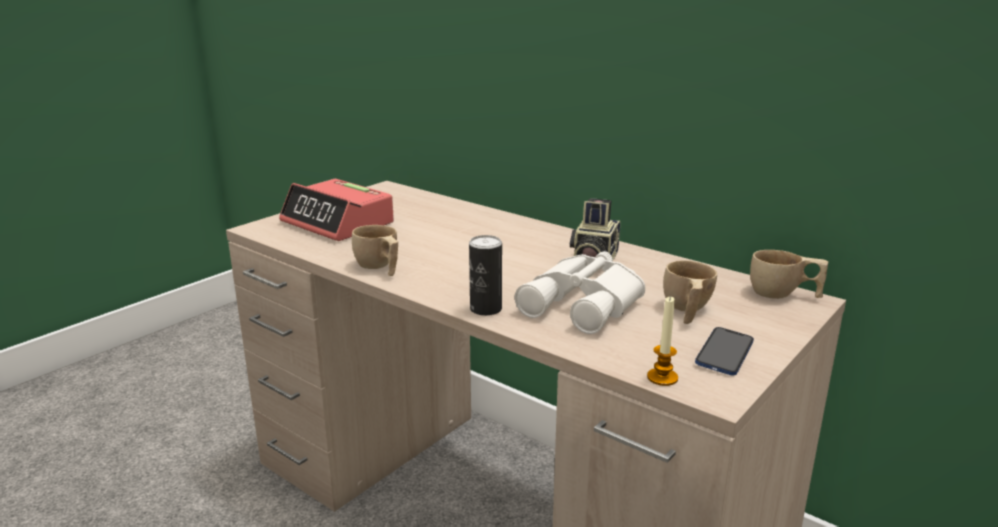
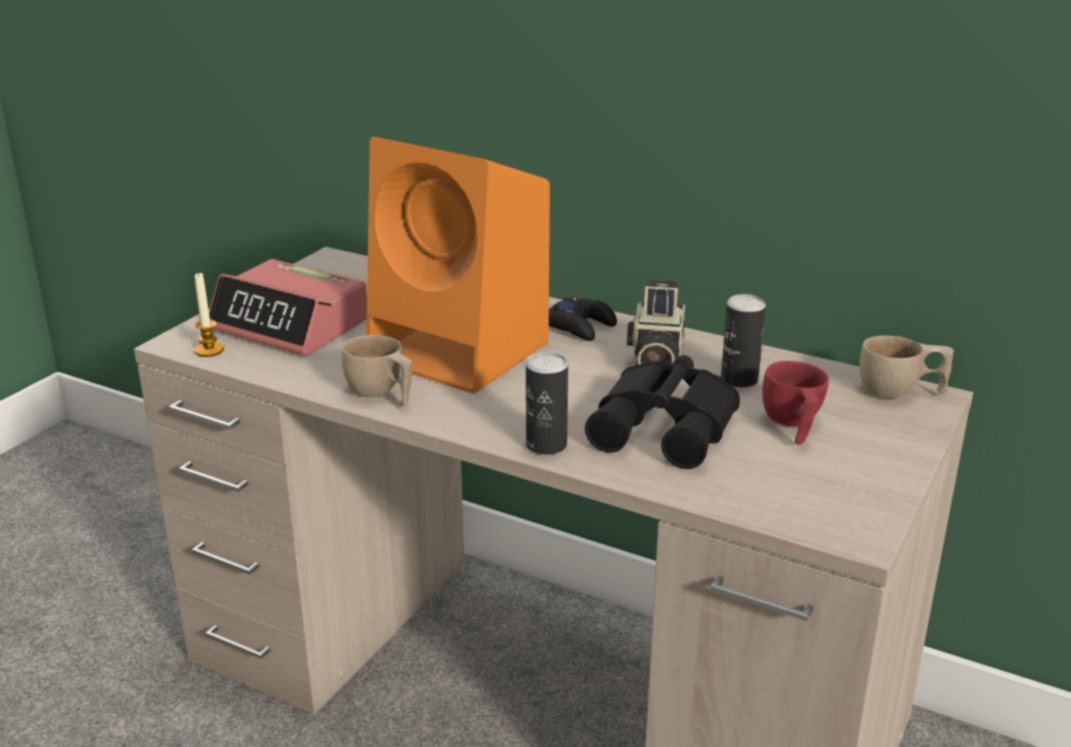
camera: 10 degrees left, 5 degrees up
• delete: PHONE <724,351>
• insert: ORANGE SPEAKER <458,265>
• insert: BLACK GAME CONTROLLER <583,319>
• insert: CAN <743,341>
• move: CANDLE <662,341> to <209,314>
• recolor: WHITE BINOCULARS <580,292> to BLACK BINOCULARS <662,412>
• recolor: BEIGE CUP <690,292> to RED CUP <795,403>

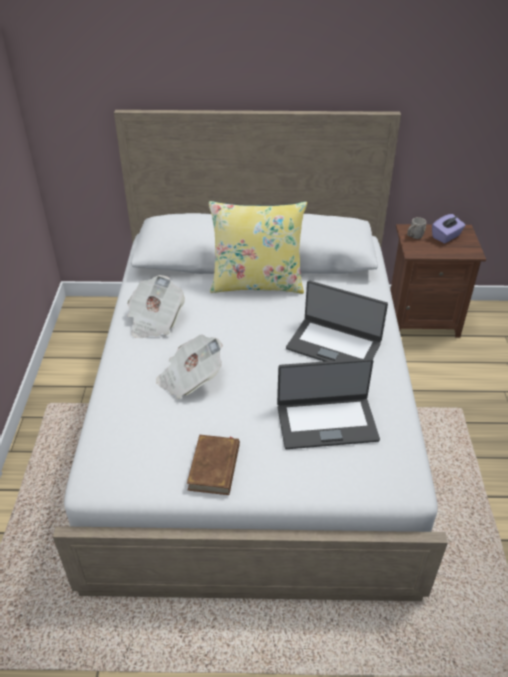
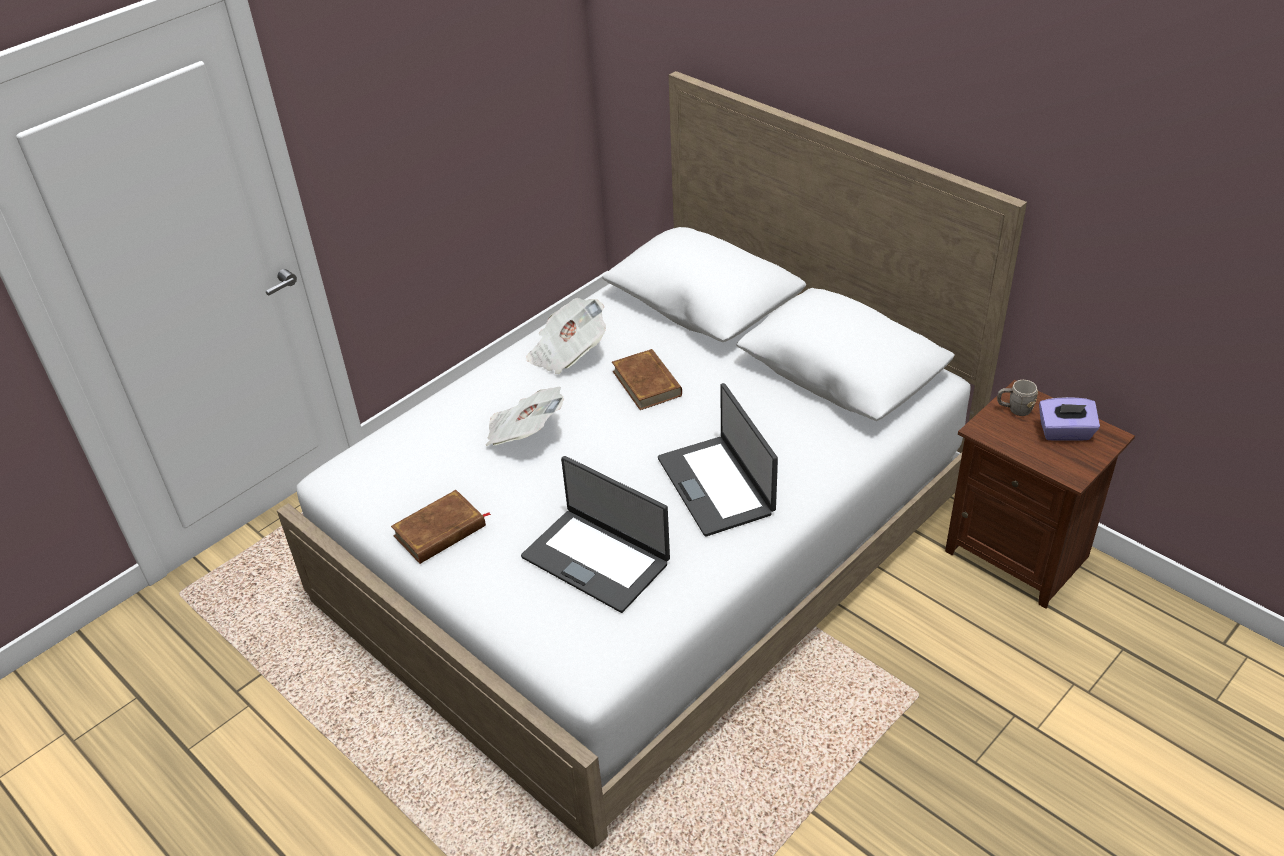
camera: 45 degrees right, 0 degrees up
• delete: YELLOW PILLOW <258,247>
• insert: BROWN BOOK <647,379>

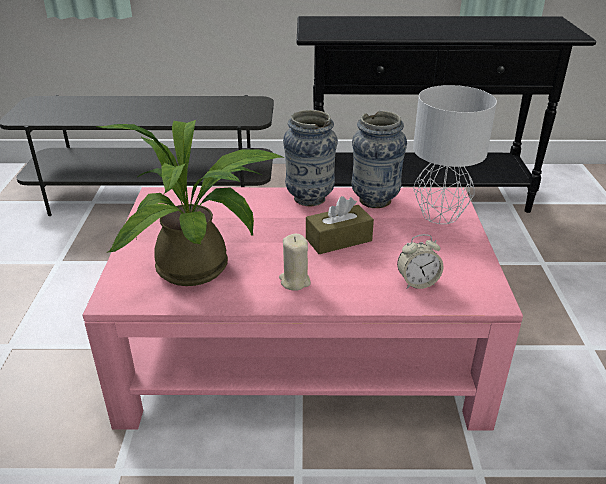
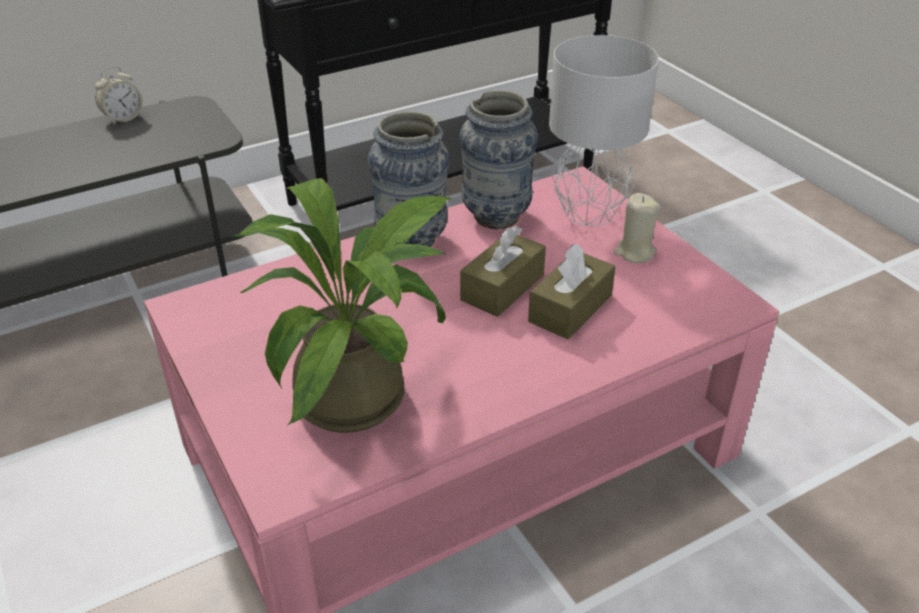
camera: 30 degrees left, 5 degrees up
• insert: BROWN TISSUE BOX <572,291>
• move: BEIGE CANDLE <295,262> to <637,228>
• move: ALARM CLOCK <420,261> to <118,95>

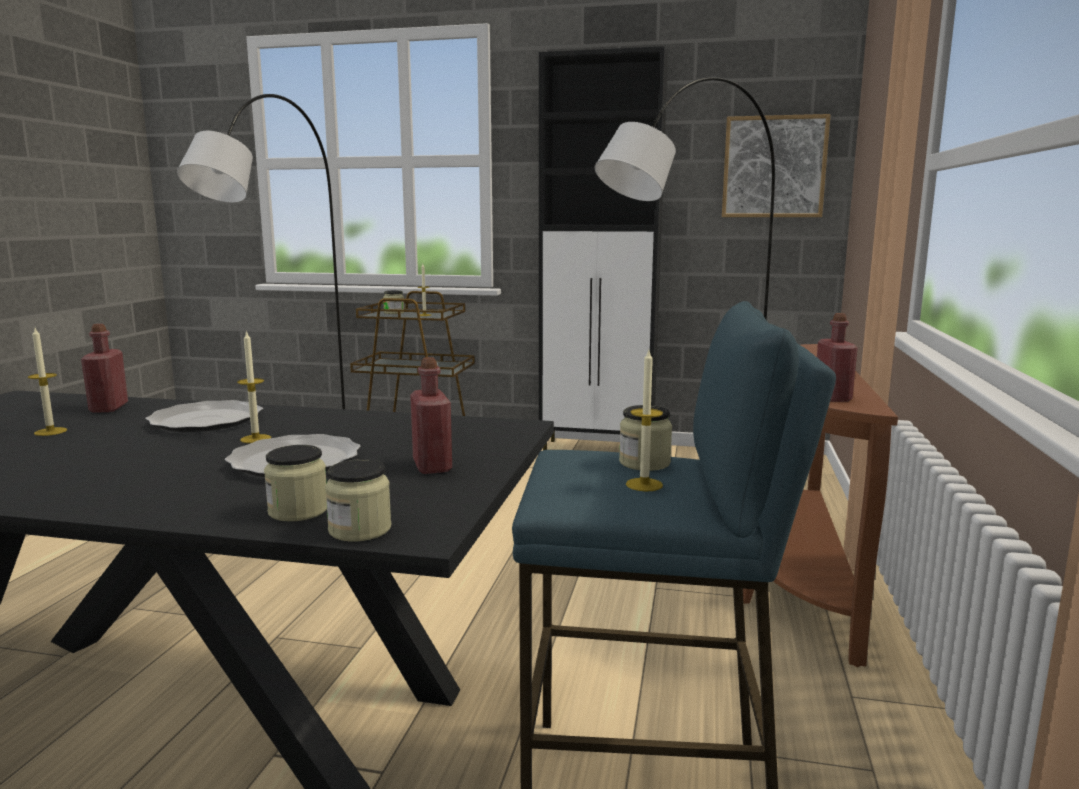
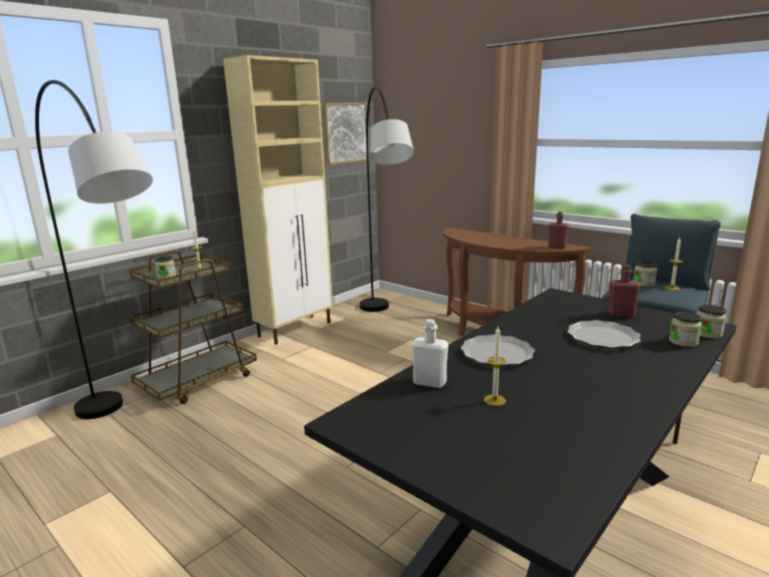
camera: 60 degrees left, 5 degrees up
• delete: CANDLE <254,386>
• recolor: RED BOTTLE <104,368> to WHITE BOTTLE <430,353>
• recolor: BLACK CABINET <603,248> to BEIGE CABINET <278,199>

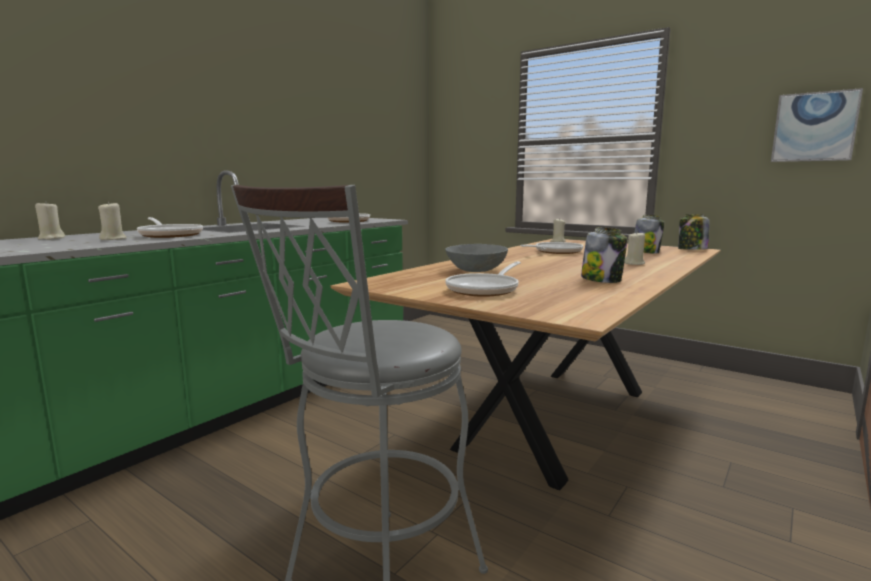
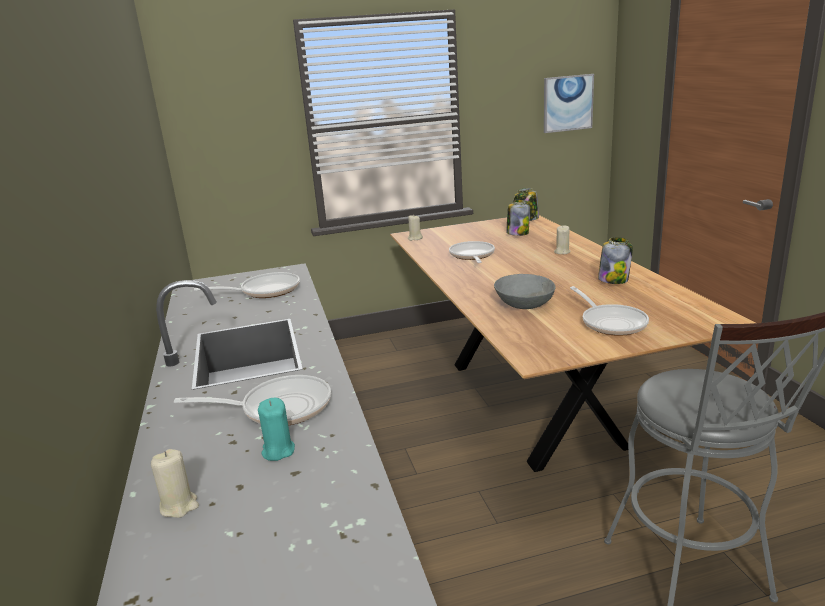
camera: 50 degrees left, 10 degrees up
• recolor: BEIGE CANDLE <112,220> to TURQUOISE CANDLE <276,429>

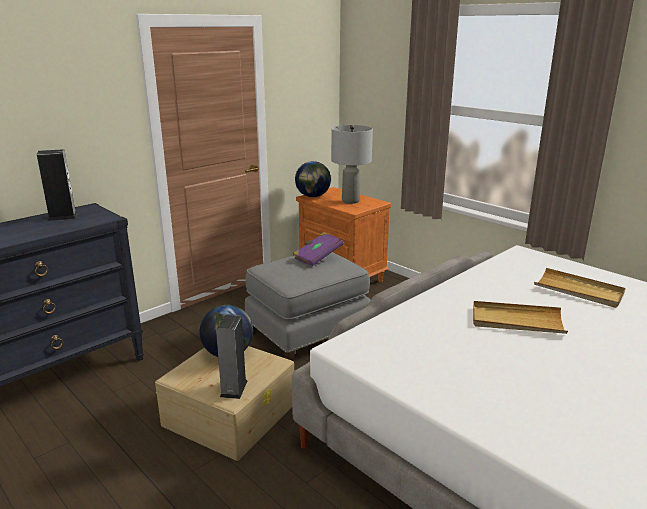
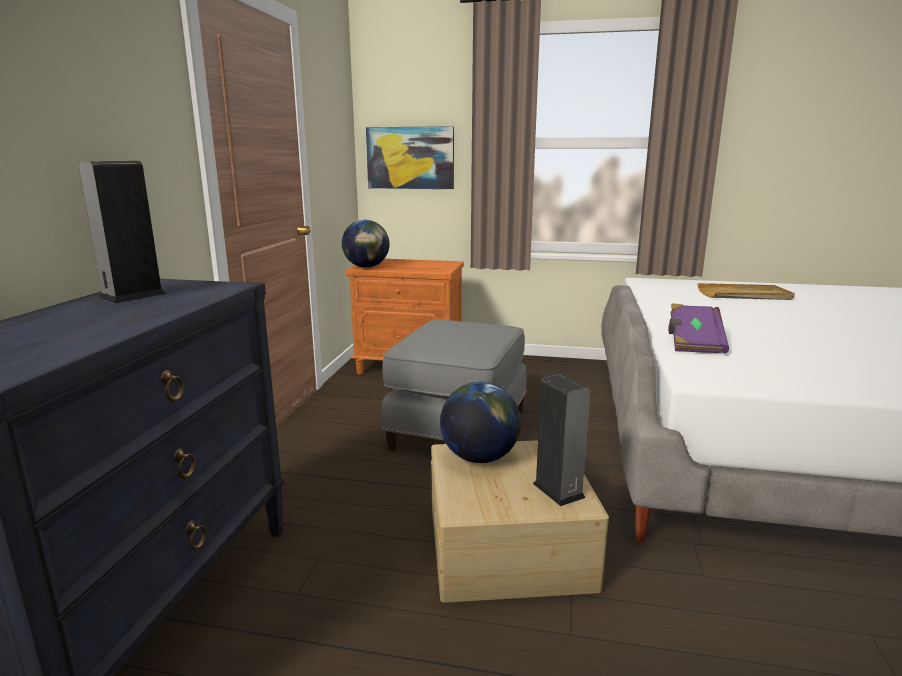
camera: 35 degrees left, 5 degrees down
• delete: GREY TABLE LAMP <352,164>
• delete: BEIGE TRAY <520,317>
• insert: PICTURE <410,157>
• move: PURPLE BOOK <318,249> to <698,328>

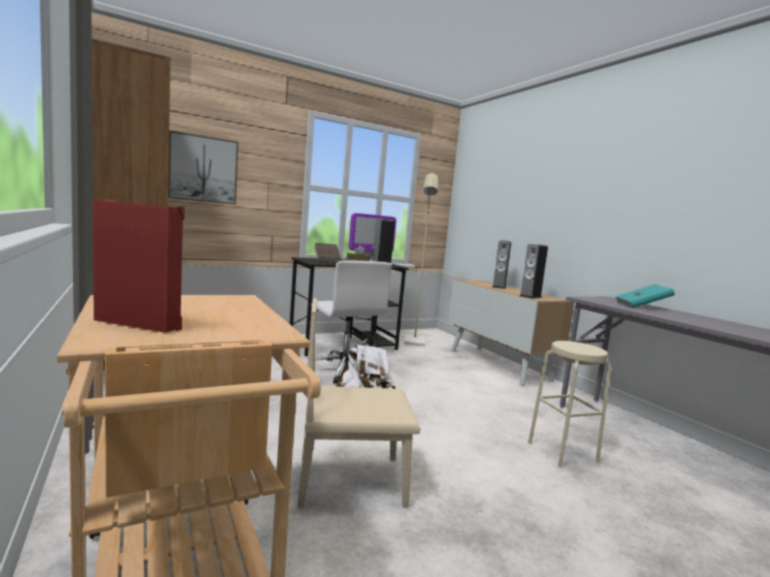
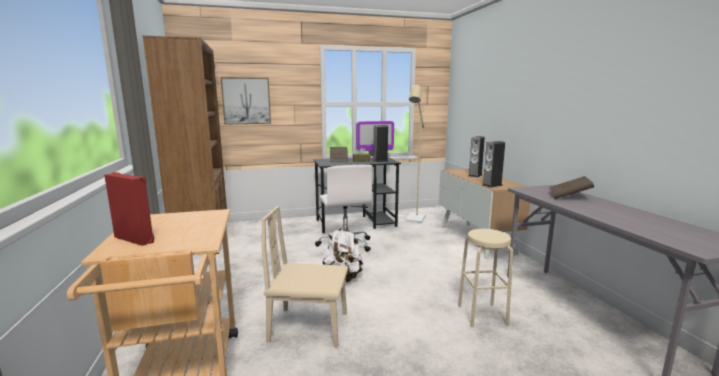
camera: 15 degrees right, 5 degrees up
• recolor: TURQUOISE BOOK <645,296> to BROWN BOOK <571,187>

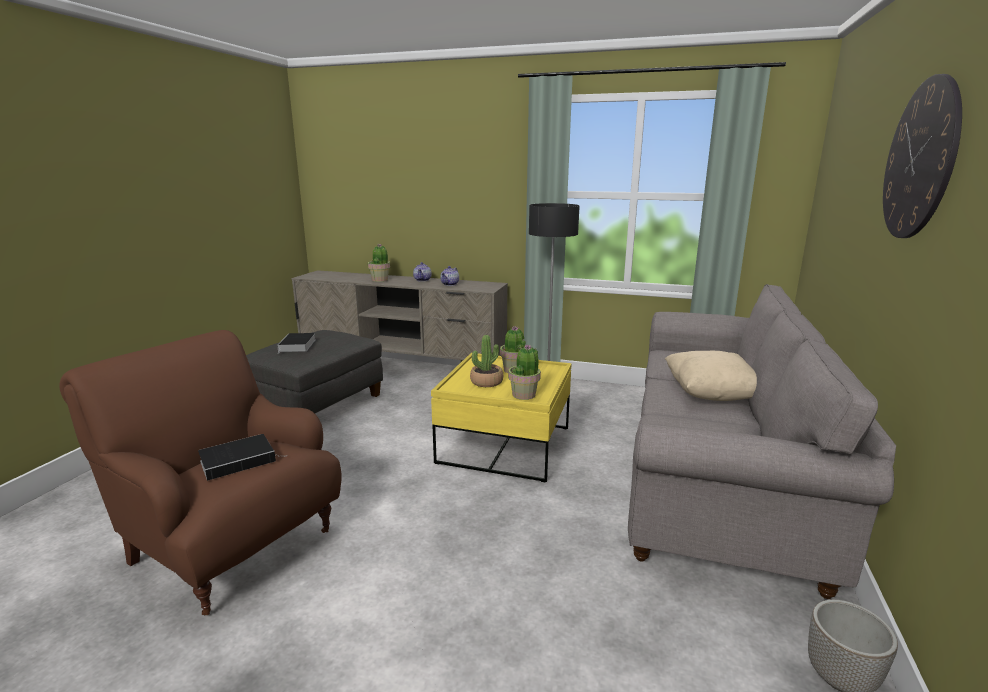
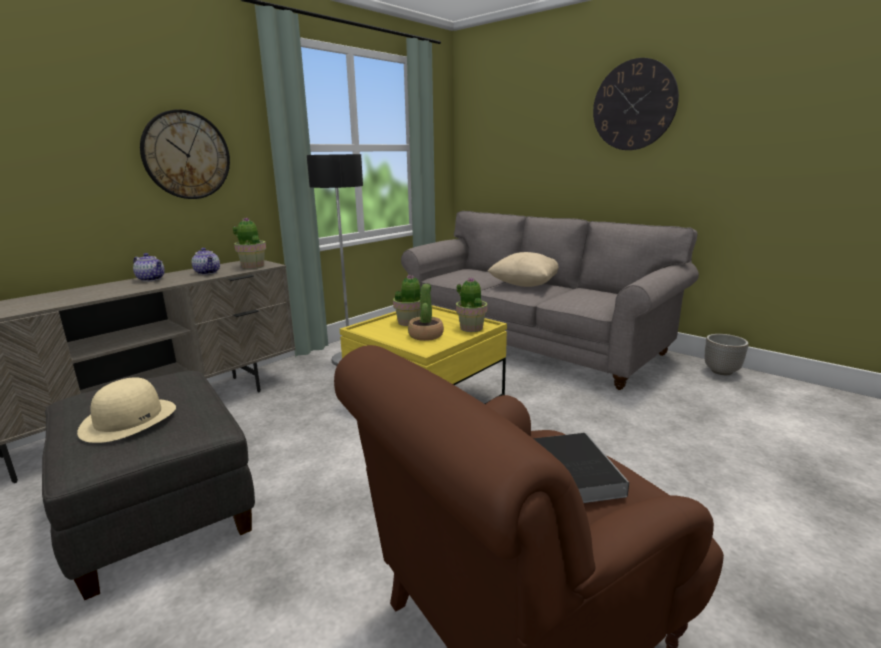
camera: 65 degrees left, 0 degrees up
• insert: WALL CLOCK <185,154>
• move: POTTED PLANT <379,263> to <249,243>
• replace: BOOK <296,342> to BEIGE HAT <126,410>

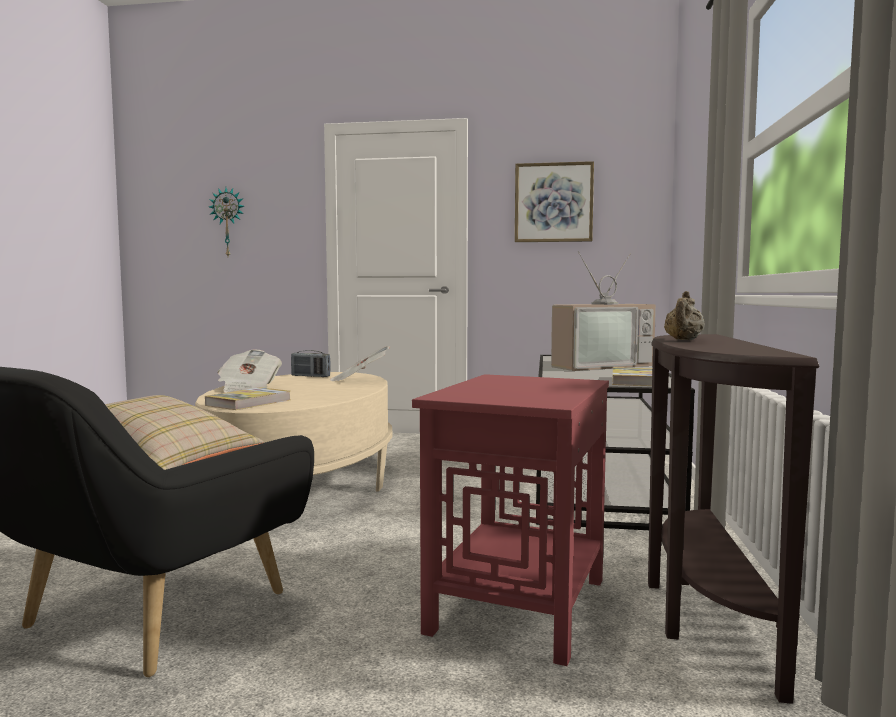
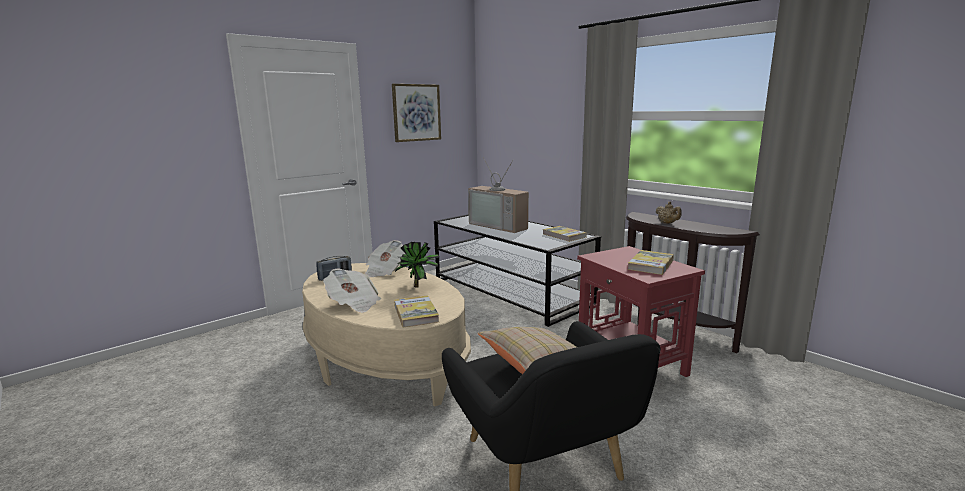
camera: 50 degrees left, 10 degrees up
• delete: WALL CLOCK <226,222>
• insert: POTTED PLANT <417,265>
• insert: BOOK <650,262>
• rotate: TELEVISION <603,311> = <498,195> 120 degrees clockwise

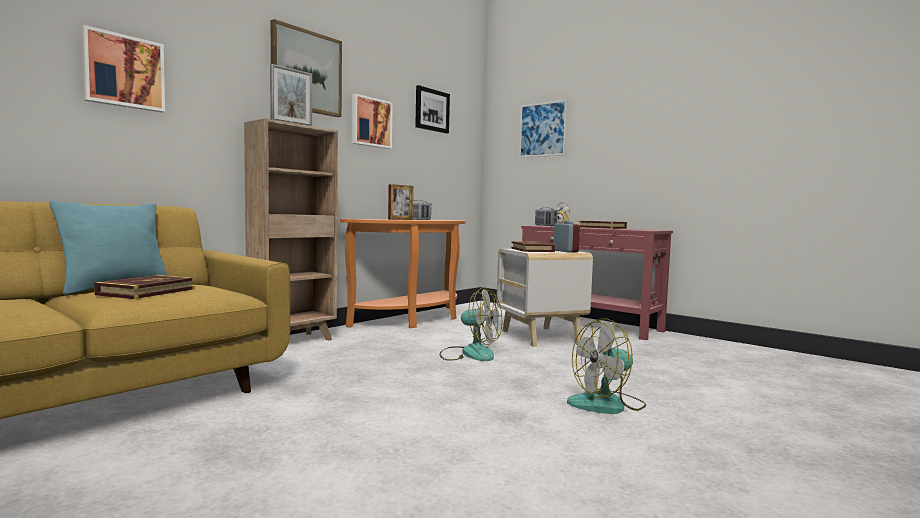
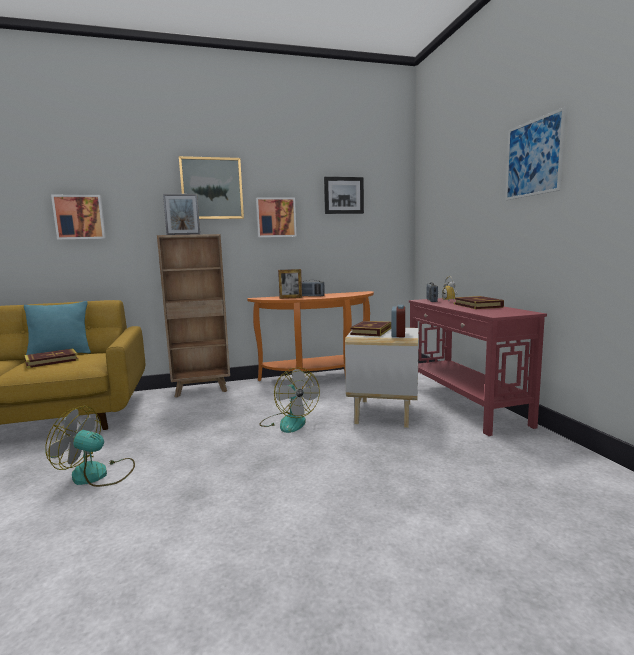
camera: 35 degrees right, 5 degrees up
• move: PICTURE <543,128> to <535,153>
• move: FAN <606,366> to <90,446>

